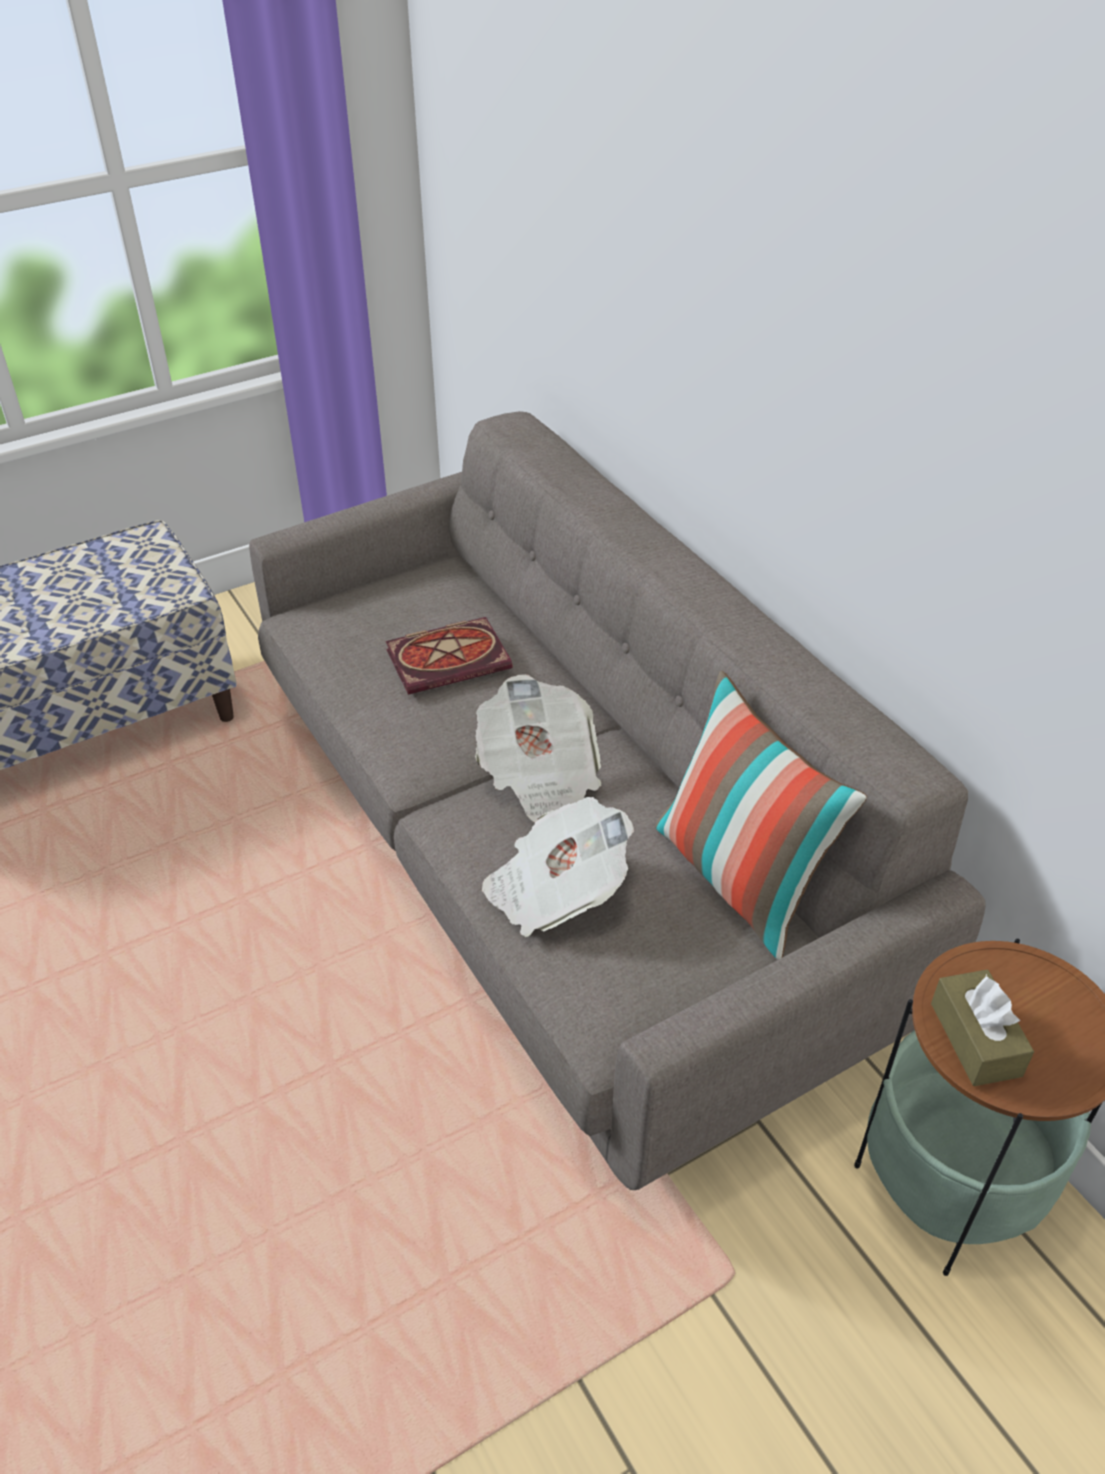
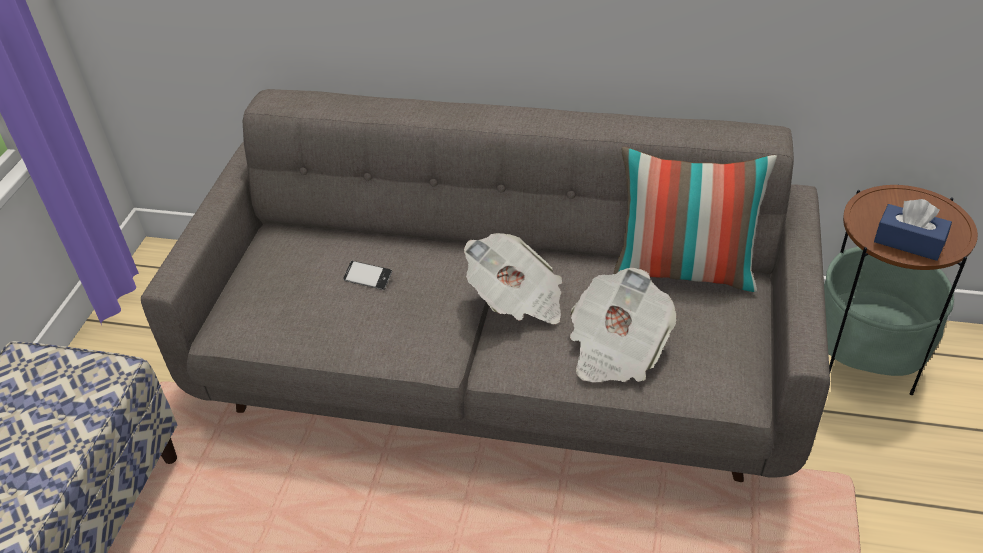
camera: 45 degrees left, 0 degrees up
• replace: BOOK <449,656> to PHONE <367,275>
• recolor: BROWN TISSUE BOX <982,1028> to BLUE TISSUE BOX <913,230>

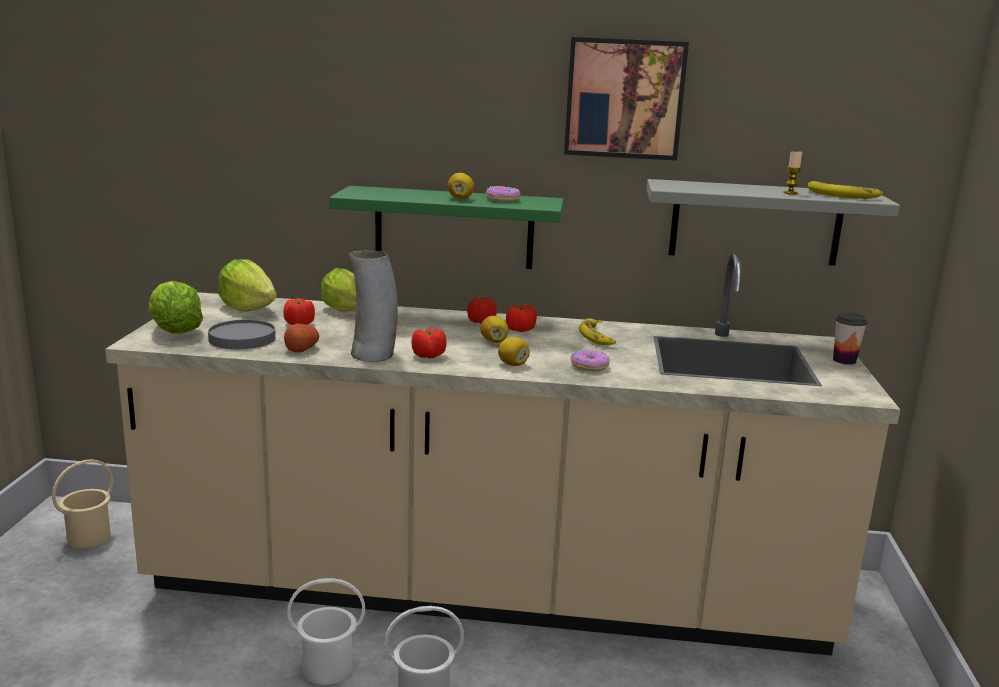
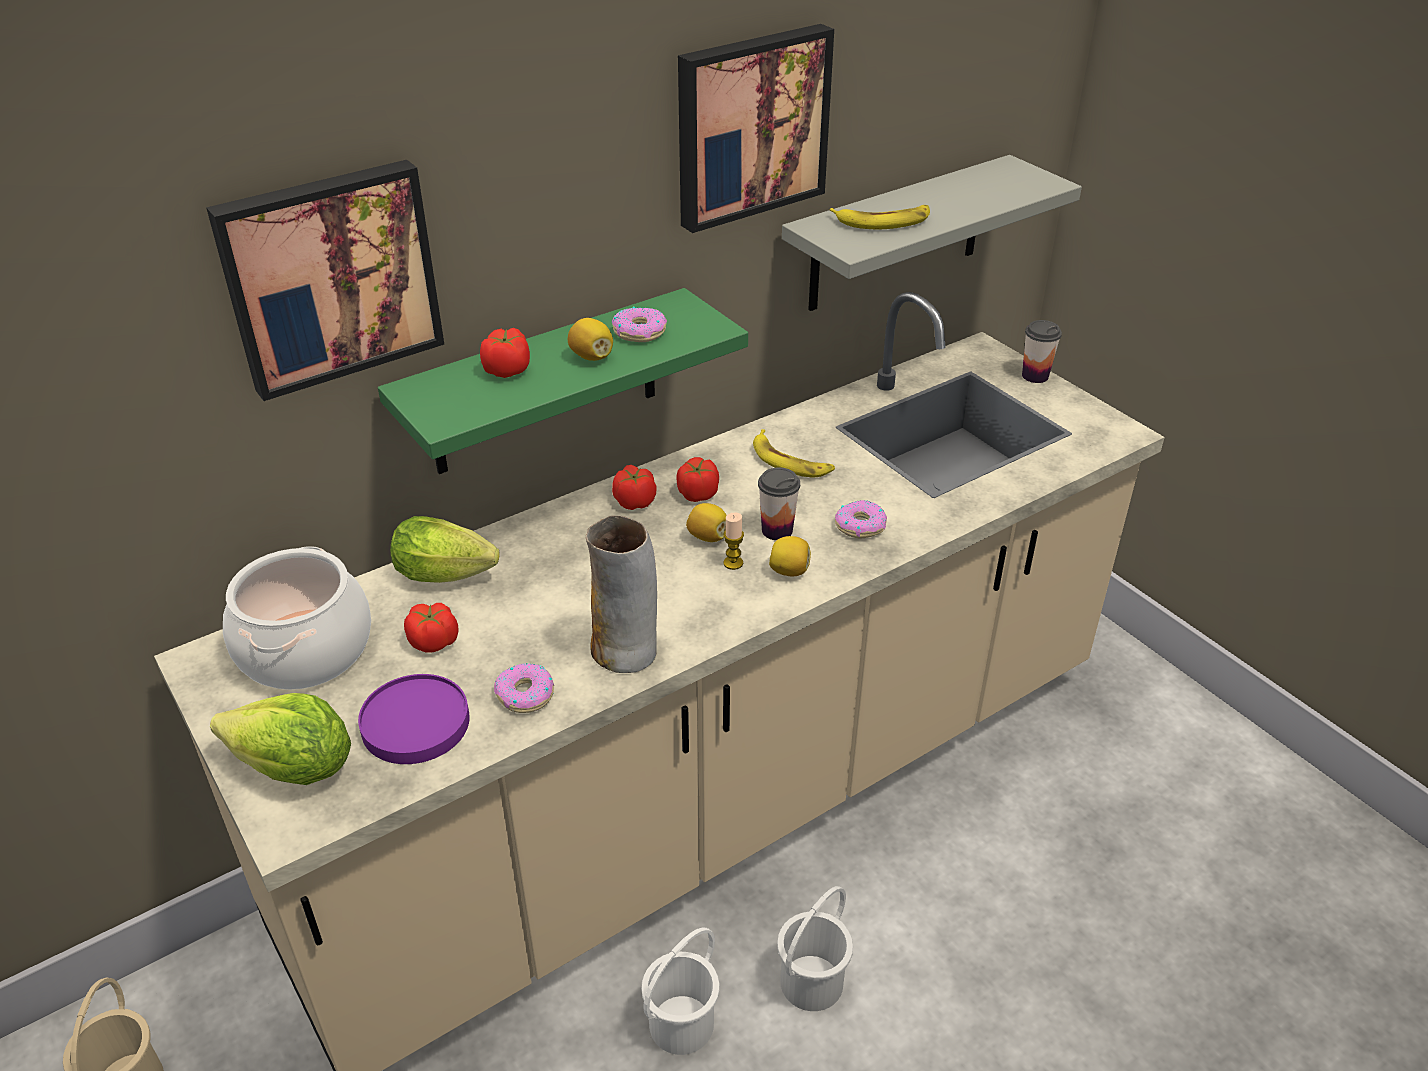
camera: 40 degrees left, 20 degrees up
• insert: PICTURE <325,280>
• insert: CUP <779,503>
• move: TOMATO <429,343> to <505,353>
• move: CANDLE <792,172> to <733,541>
• move: BANANA <845,190> to <880,217>
• replace: LETTUCE <247,285> to COOKING POT <297,618>
• replace: POTATO <301,338> to DONUT <524,688>
• recolor: GREY PLATE <242,334> to PURPLE PLATE <414,719>

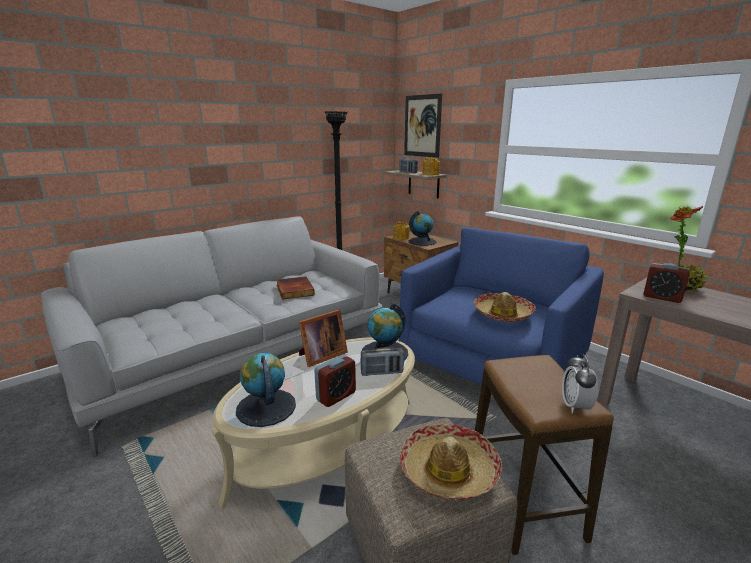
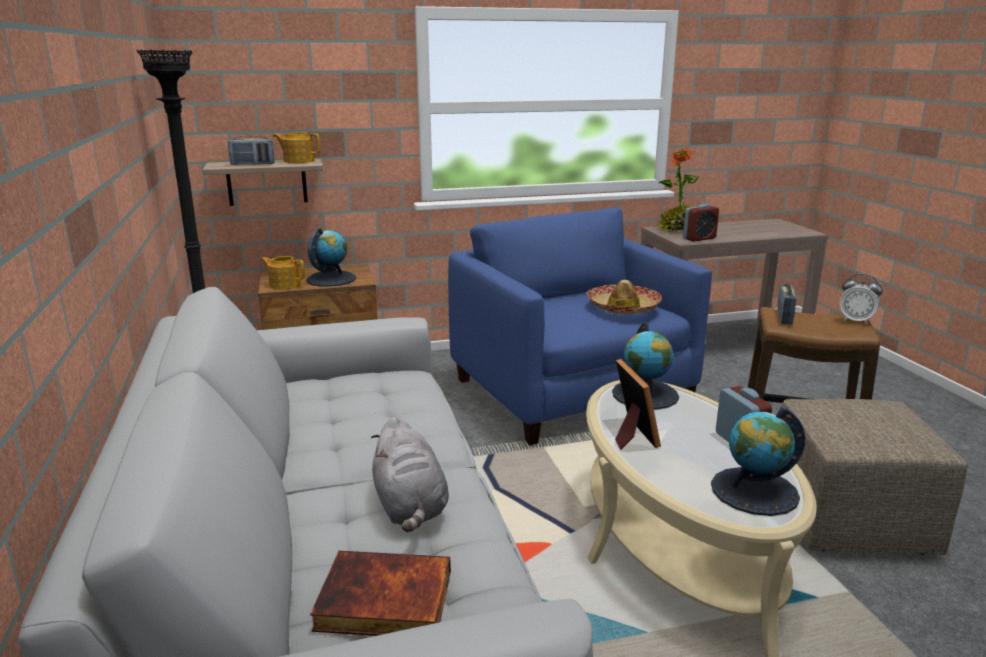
camera: 65 degrees left, 0 degrees up
• delete: HAT <451,462>
• delete: PICTURE <423,126>
• insert: GREY PLUSH TOY <410,474>
• move: BOOK <295,288> to <380,593>
• move: RADIO <382,361> to <786,304>

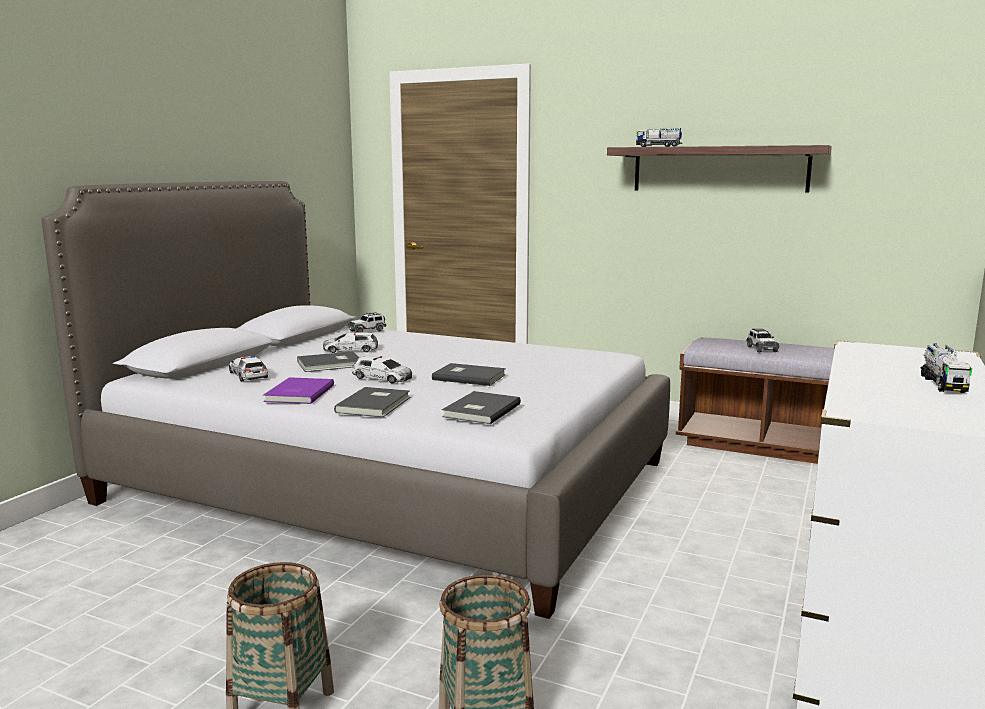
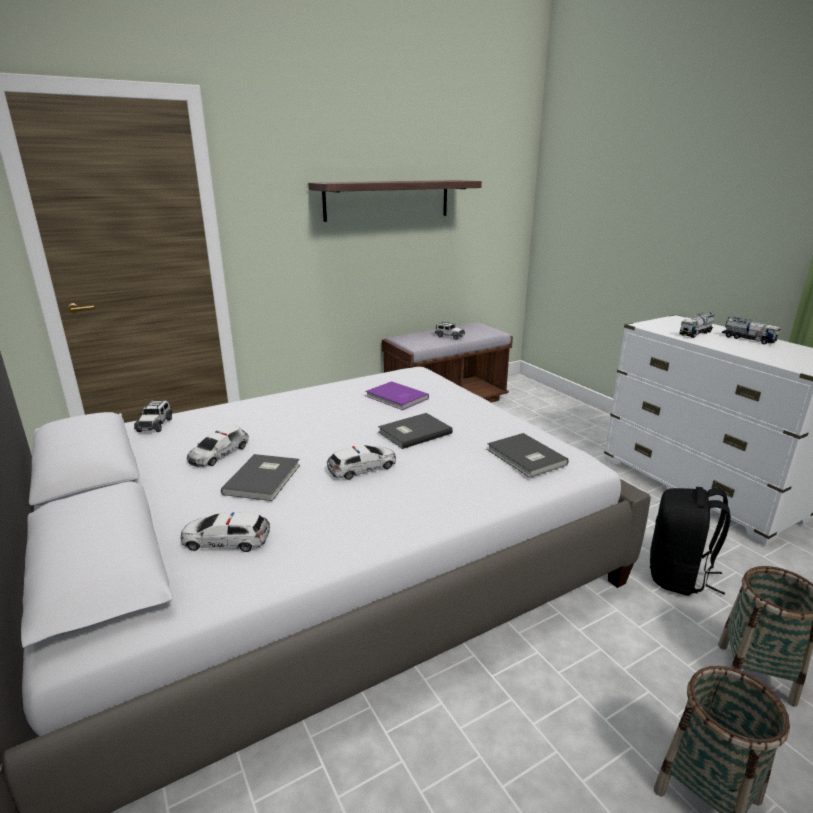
camera: 55 degrees left, 10 degrees up
• delete: GREY BOOK <372,402>
• insert: BLACK BACKPACK <690,541>
• move: PURPLE BOOK <298,390> to <397,395>
• move: TOY TRUCK <659,137> to <696,325>

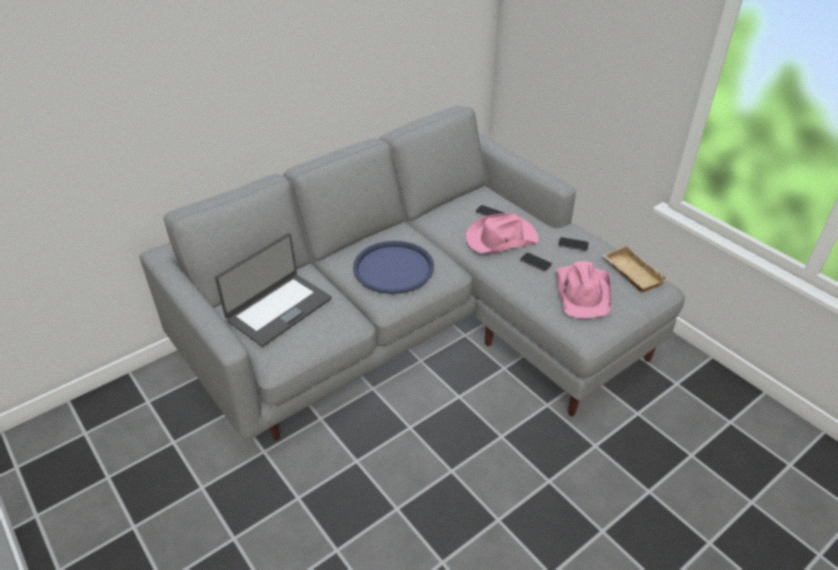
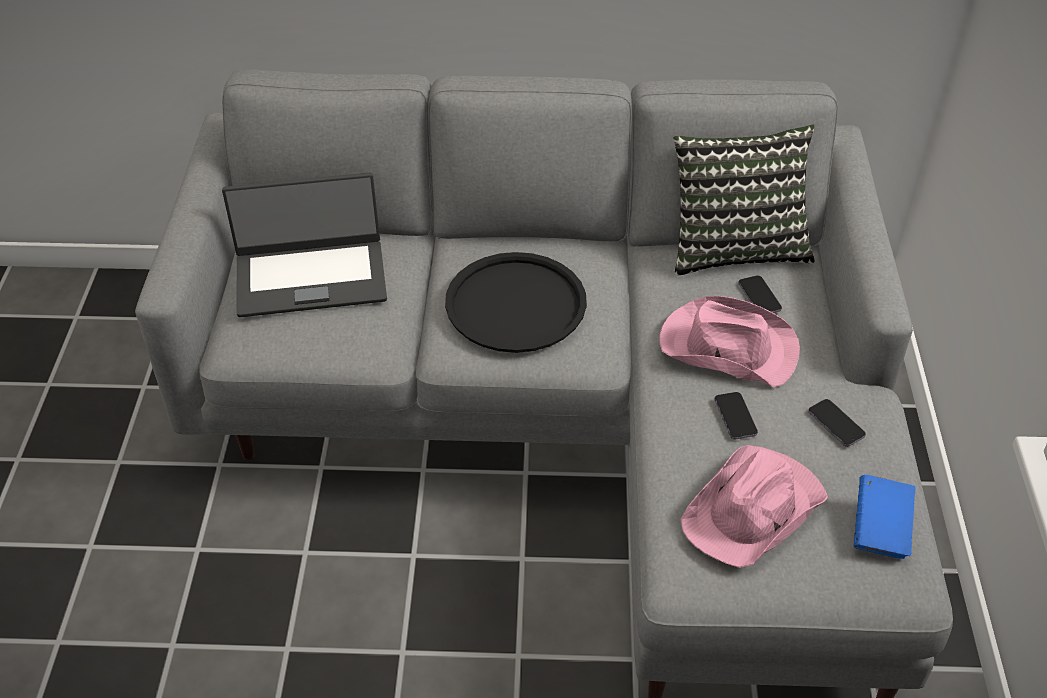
camera: 40 degrees right, 5 degrees up
• insert: PILLOW <744,200>
• replace: BEIGE TRAY <635,269> to BLUE BOOK <884,517>
• recolor: BLUE TRAY <393,267> to BLACK TRAY <516,302>

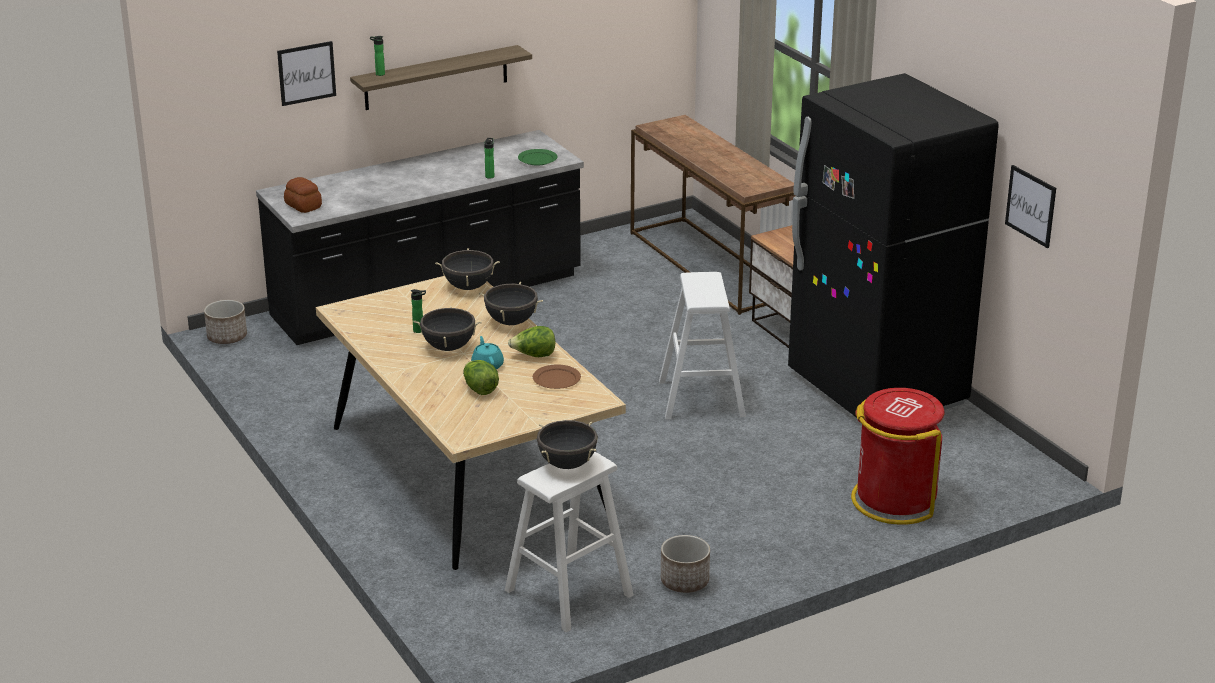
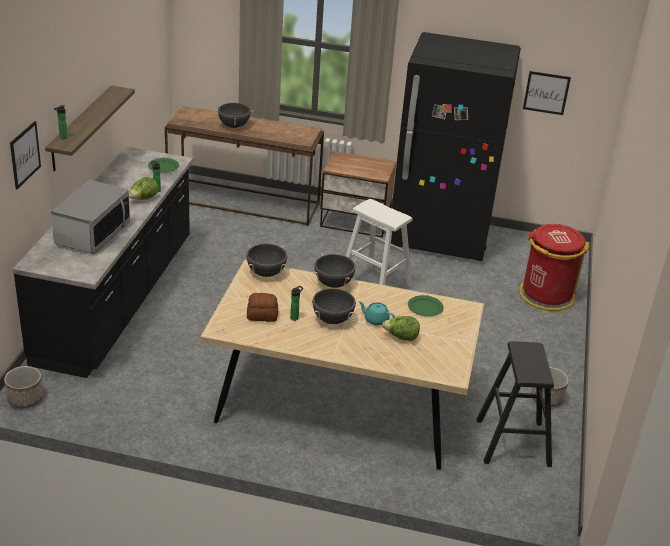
camera: 50 degrees left, 5 degrees up
• insert: MICROWAVE <90,217>
• move: BREAD <303,195> to <262,307>
• move: LETTUCE <532,341> to <143,188>
• move: BLACK COOKING POT <567,444> to <234,115>
• recolor: WHITE STOOL <569,541> to BLACK STOOL <515,404>
• recolor: BROWN PLATE <557,376> to GREEN PLATE <426,305>

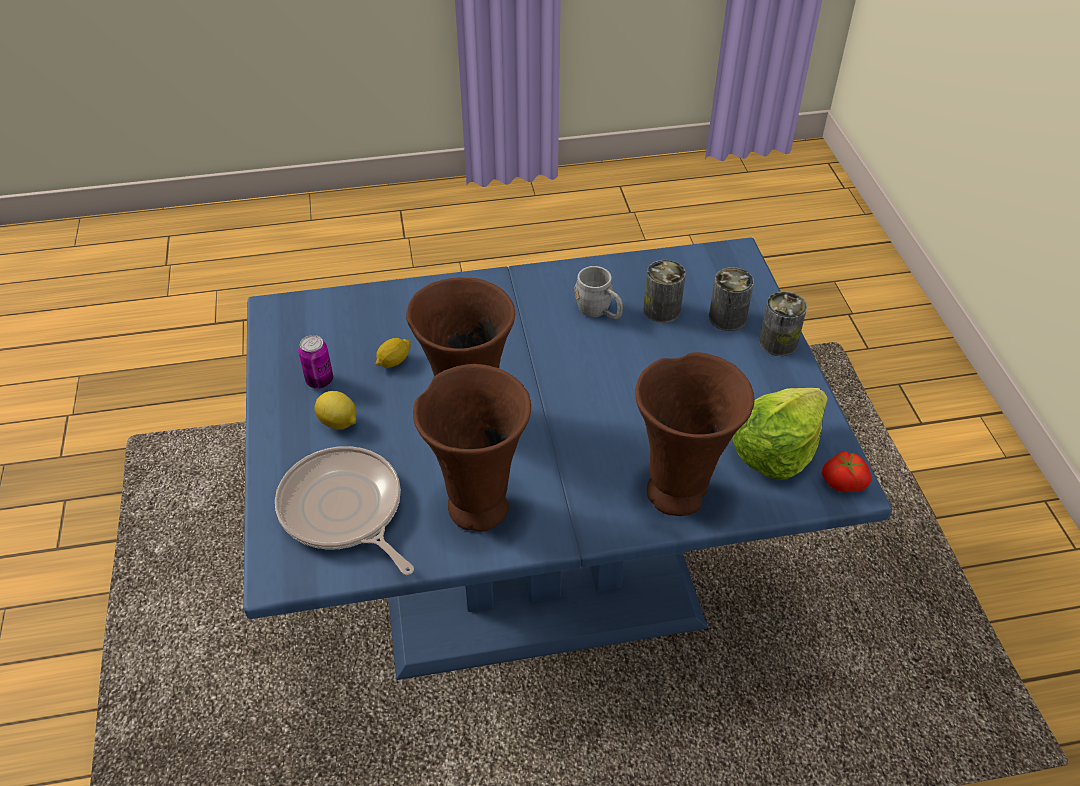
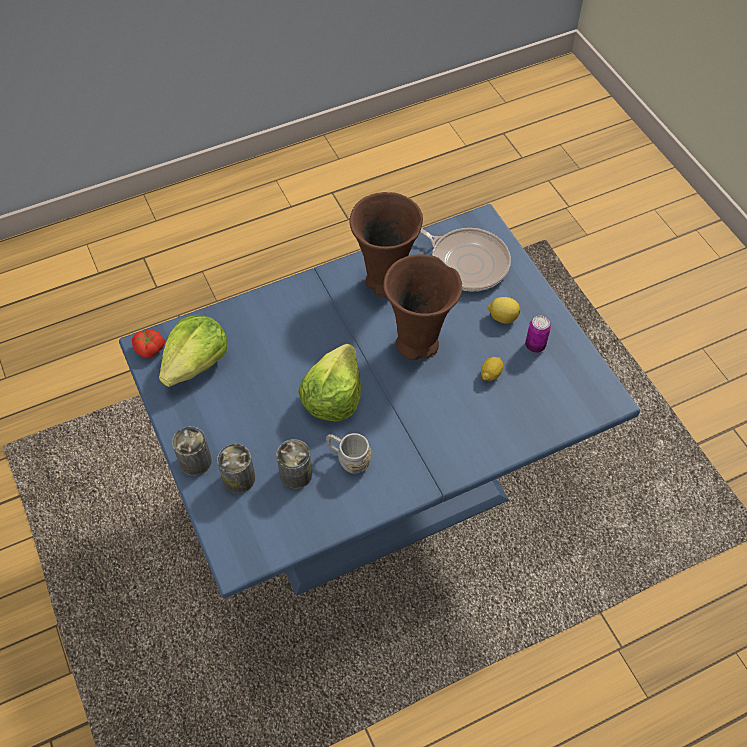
camera: 165 degrees right, 10 degrees up
• delete: BROWN VASE <694,434>
• insert: LETTUCE <329,383>

